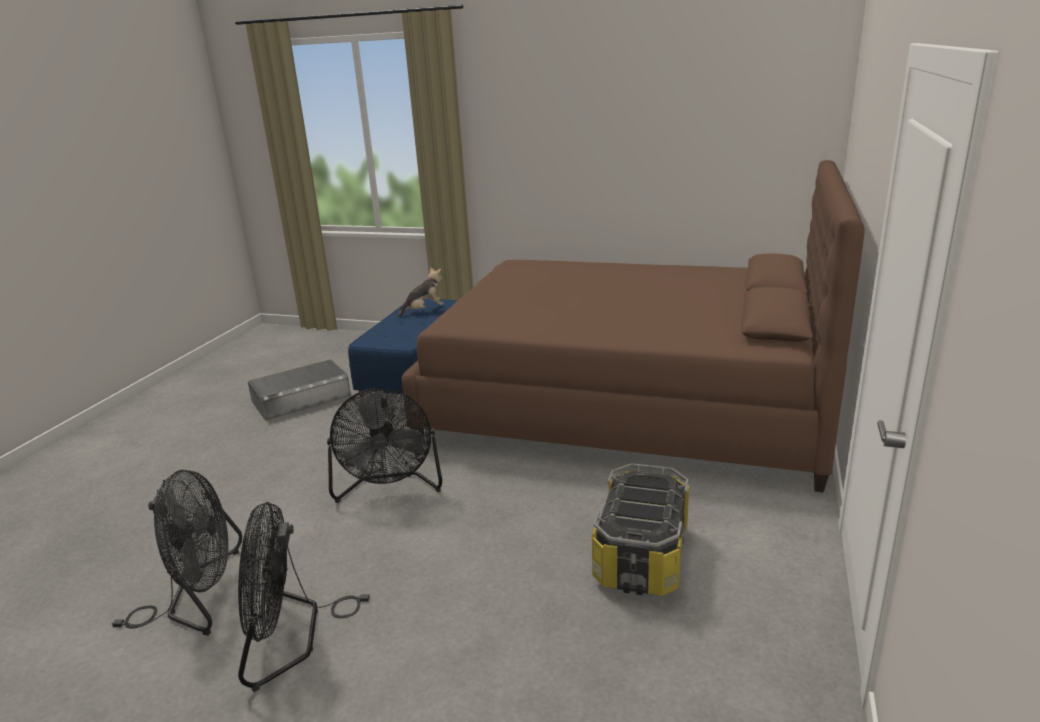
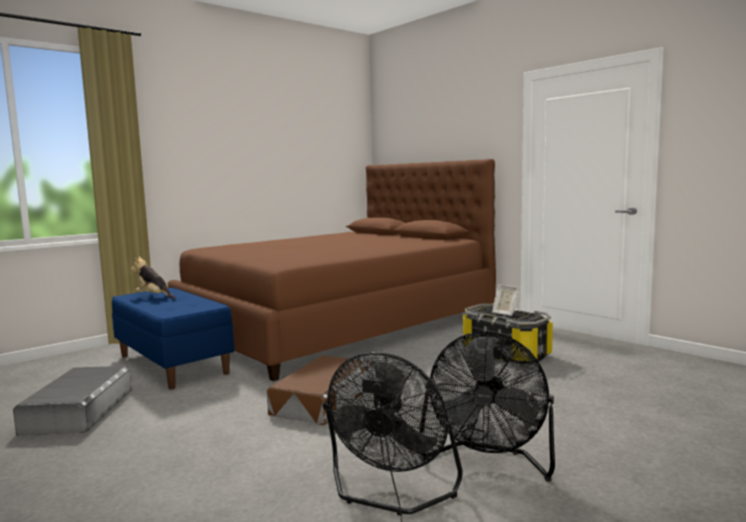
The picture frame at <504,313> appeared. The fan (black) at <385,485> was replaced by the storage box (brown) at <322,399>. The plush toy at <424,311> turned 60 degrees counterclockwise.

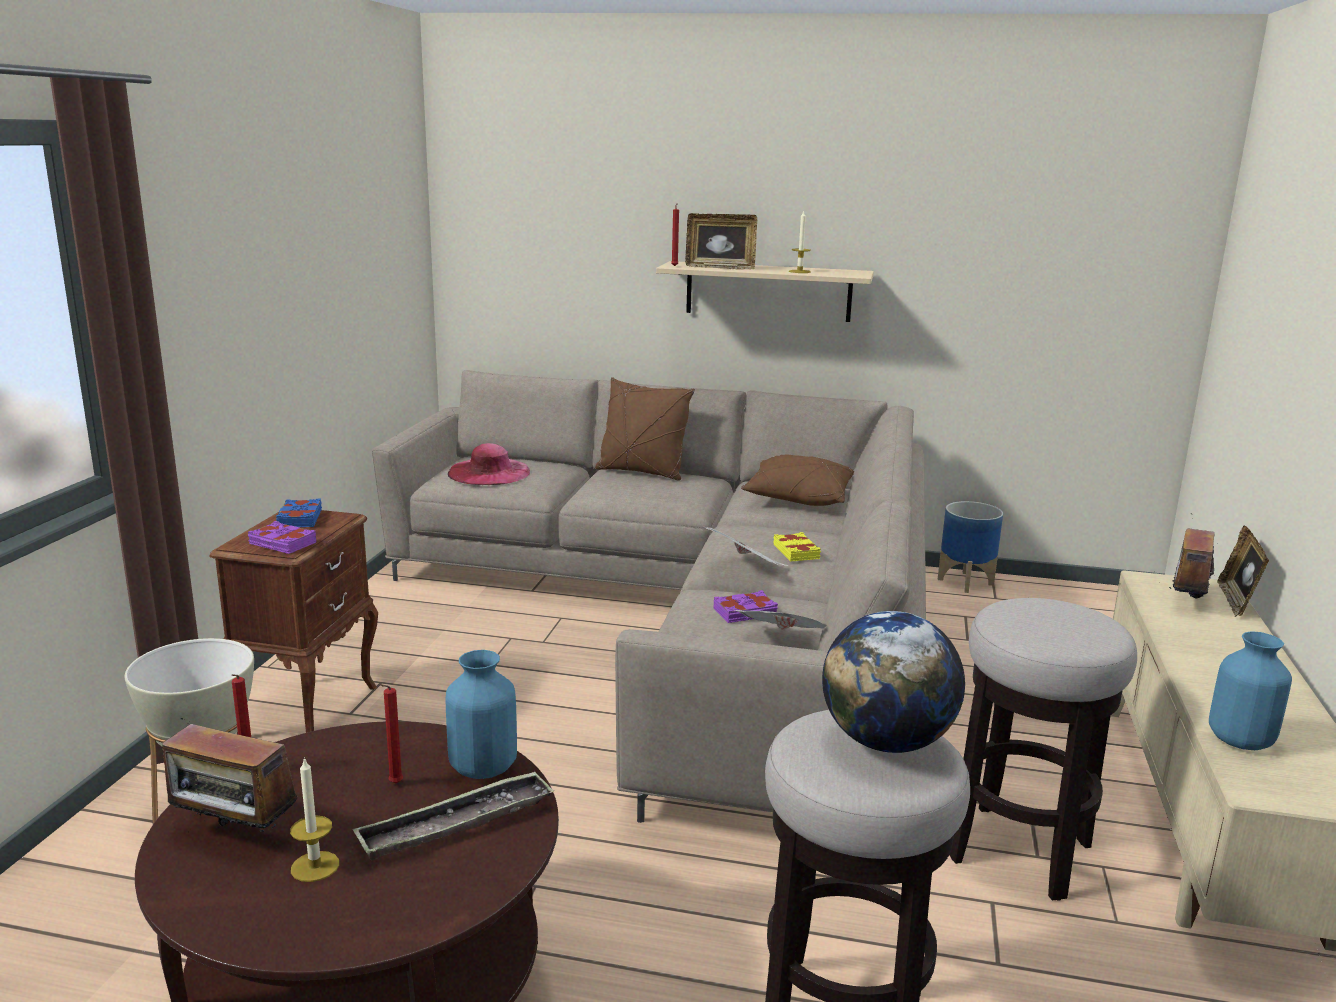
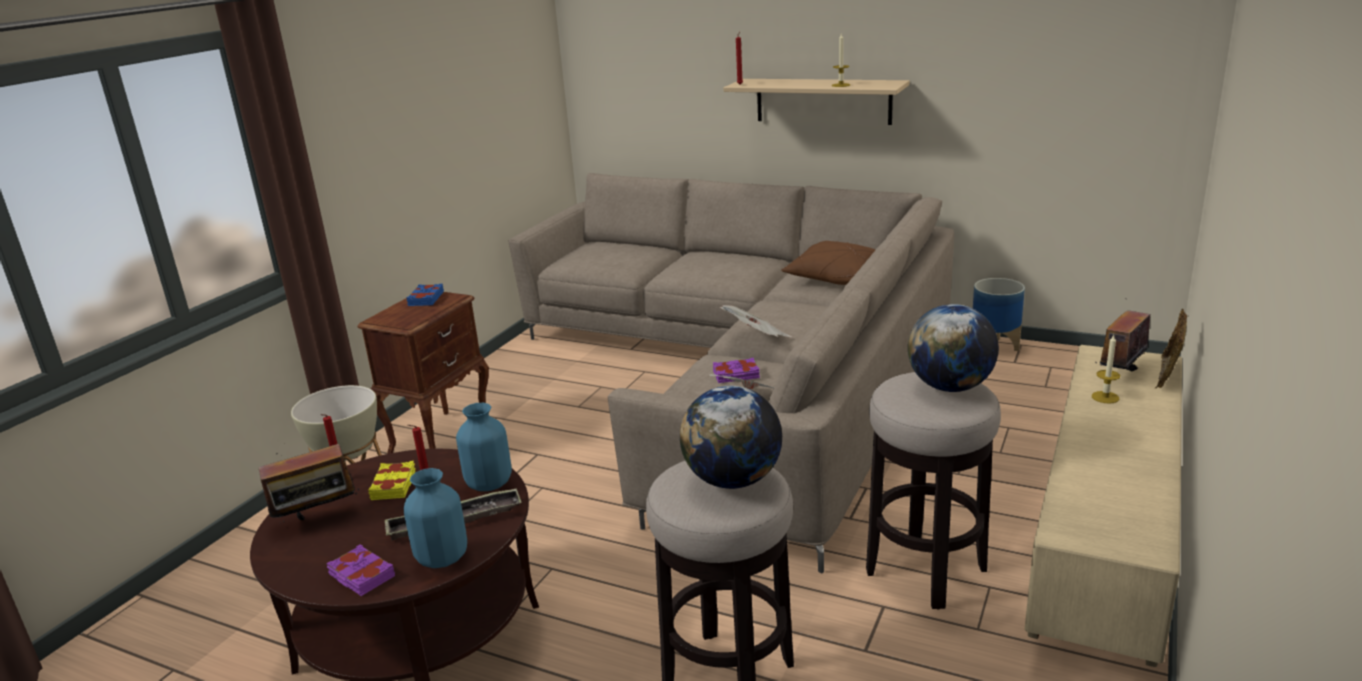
The hat (pink) at <489,472> disappeared. The pillow (brown) at <642,472> disappeared. The picture frame at <720,267> disappeared. The globe at <950,387> appeared. The book (purple) moved from <282,543> to <361,576>. The candle moved from <315,866> to <1105,397>. The book (yellow) moved from <797,552> to <394,485>. The vase (blue) moved from <1241,741> to <443,558>. The radio at <234,835> turned 60 degrees counterclockwise.

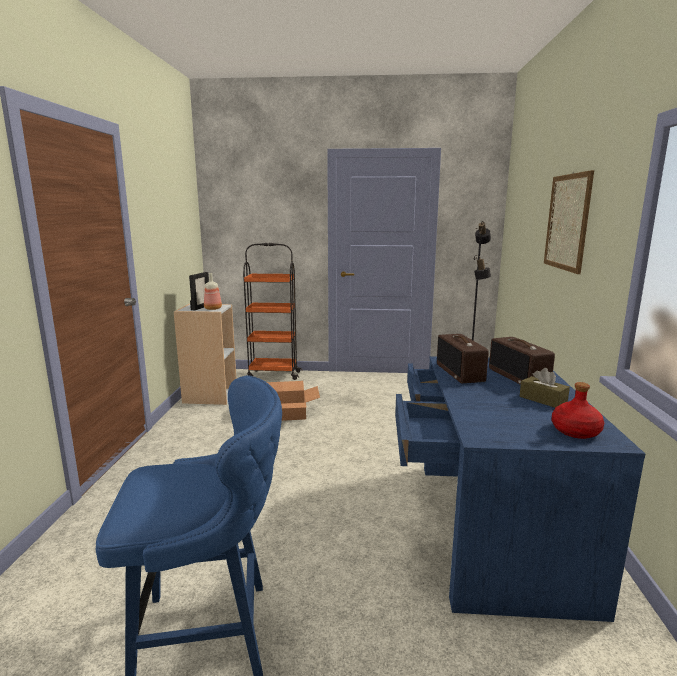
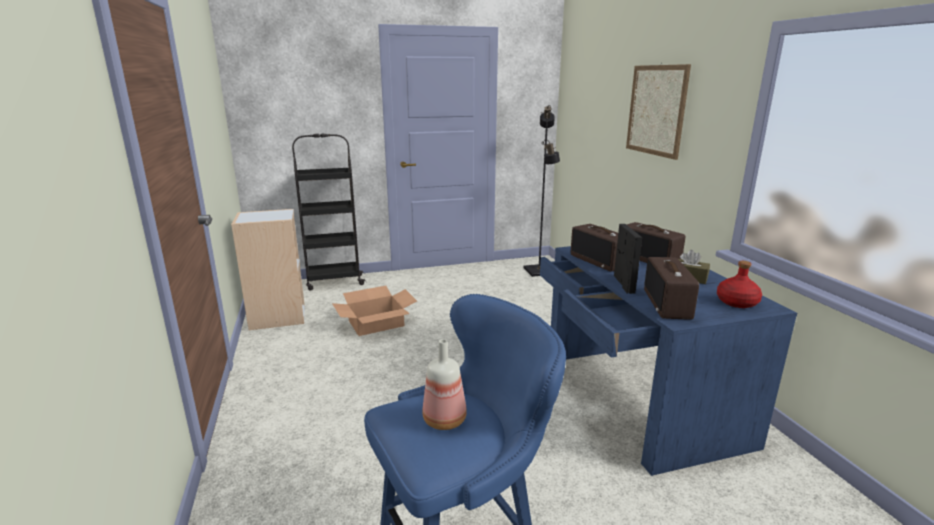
The radio at <668,304> appeared. The picture frame moved from <200,307> to <623,284>. The bottle moved from <213,308> to <445,419>. The cart (orange) at <274,375> became the cart (black) at <335,282>.

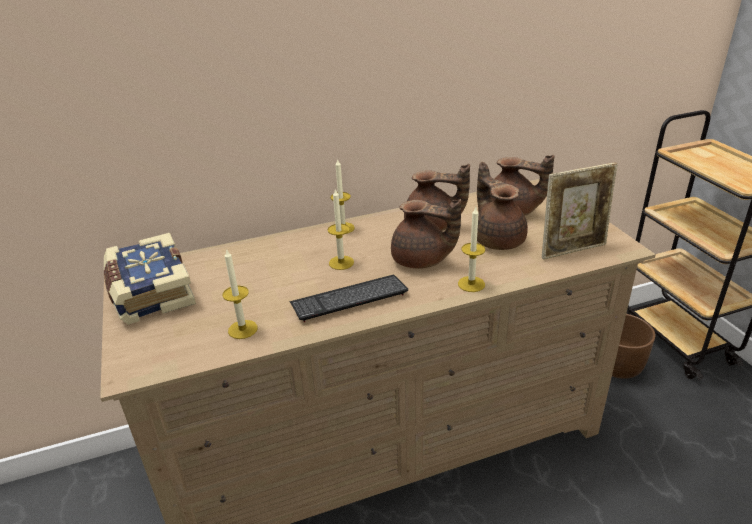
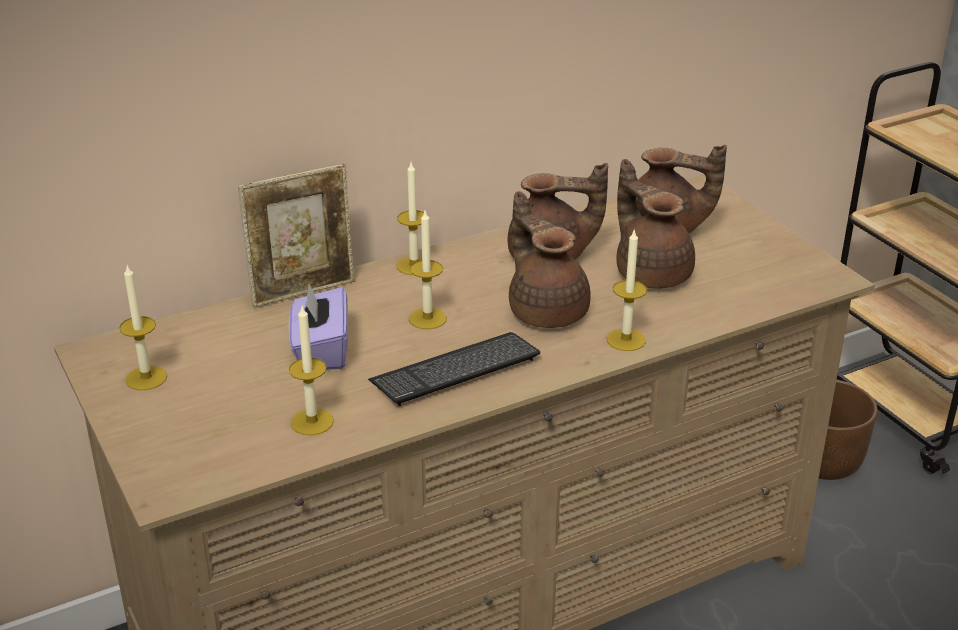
The tissue box (purple) at <321,351> appeared. The picture frame moved from <572,250> to <303,291>. The book at <150,292> was replaced by the candle at <146,378>. The teapot (brown) at <421,261> turned 135 degrees counterclockwise.

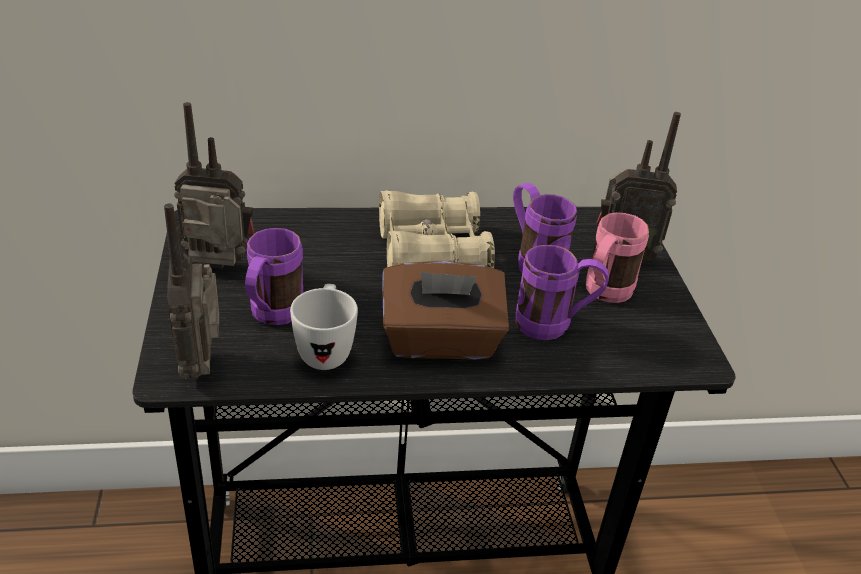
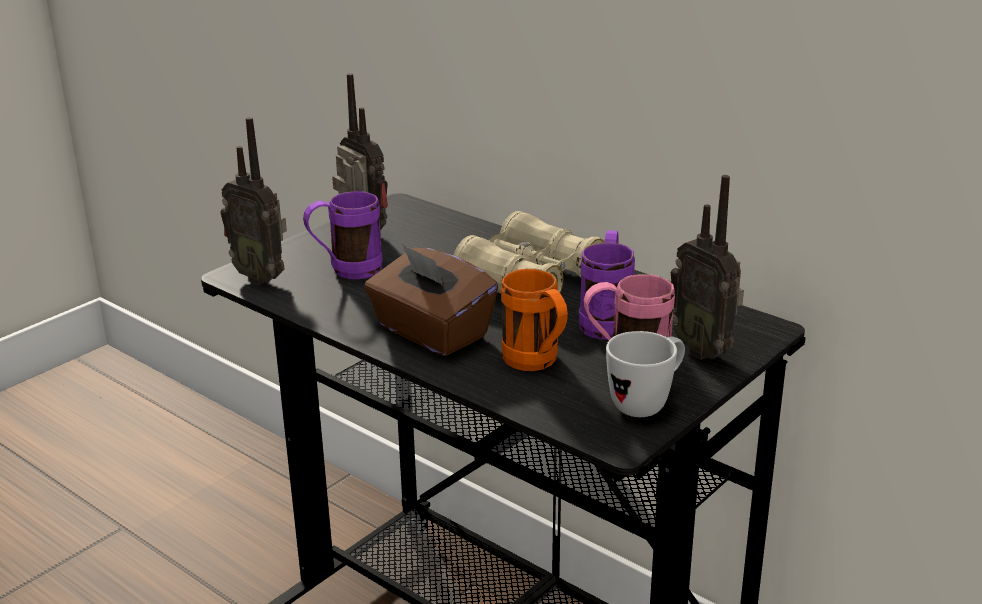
The mug (white) moved from <325,350> to <647,403>. The mug (purple) at <554,327> became the mug (orange) at <537,364>. The radio at <202,364> turned 90 degrees counterclockwise.

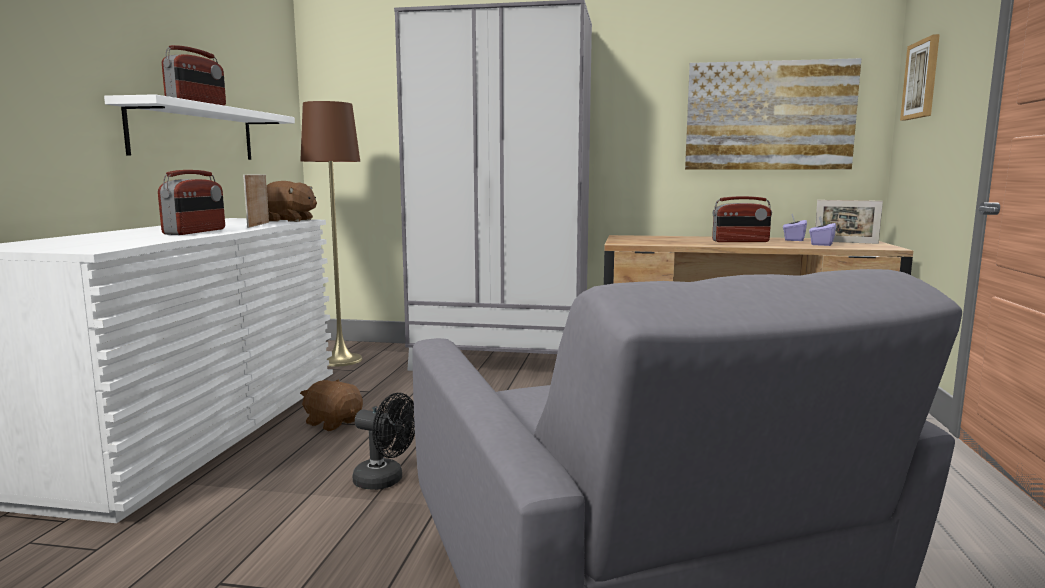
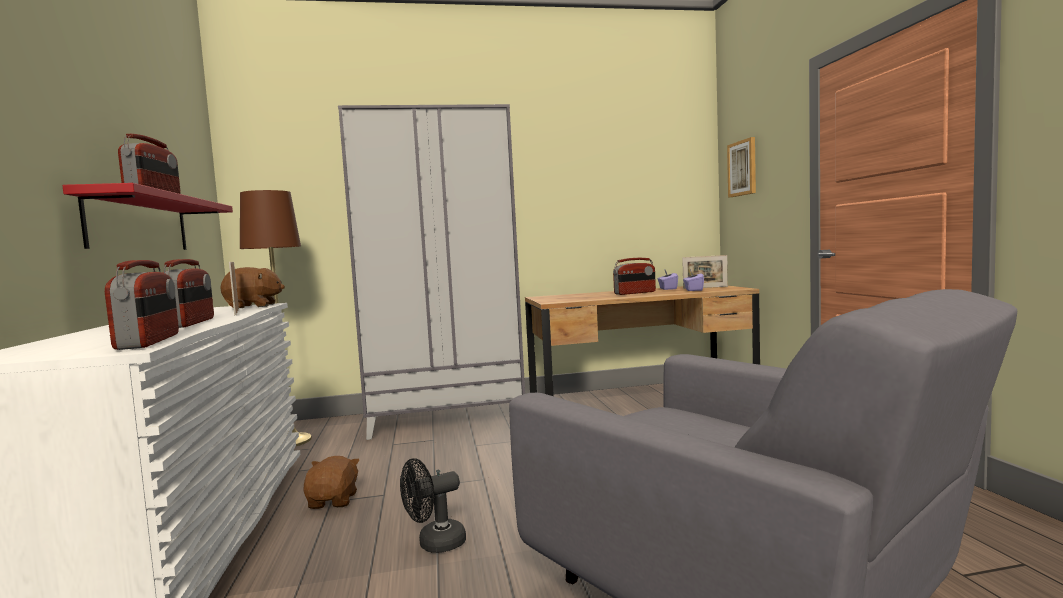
The picture at <769,116> disappeared. The radio at <149,342> appeared. The shelf (white) at <194,133> became the shelf (red) at <140,224>. The plush toy (brown) at <333,422> turned 75 degrees clockwise. The fan (black) at <385,481> turned 150 degrees clockwise.

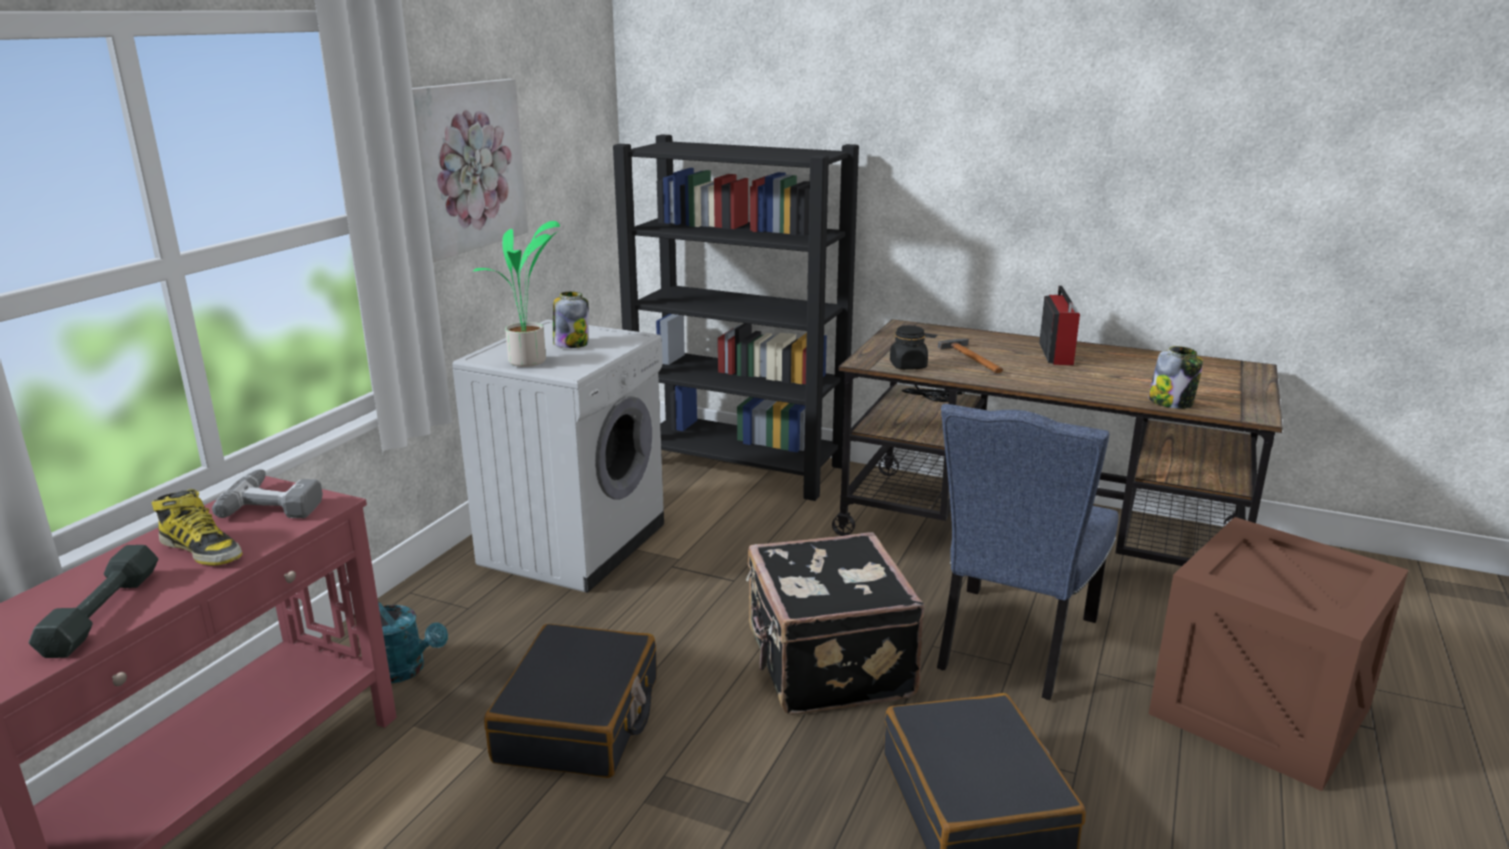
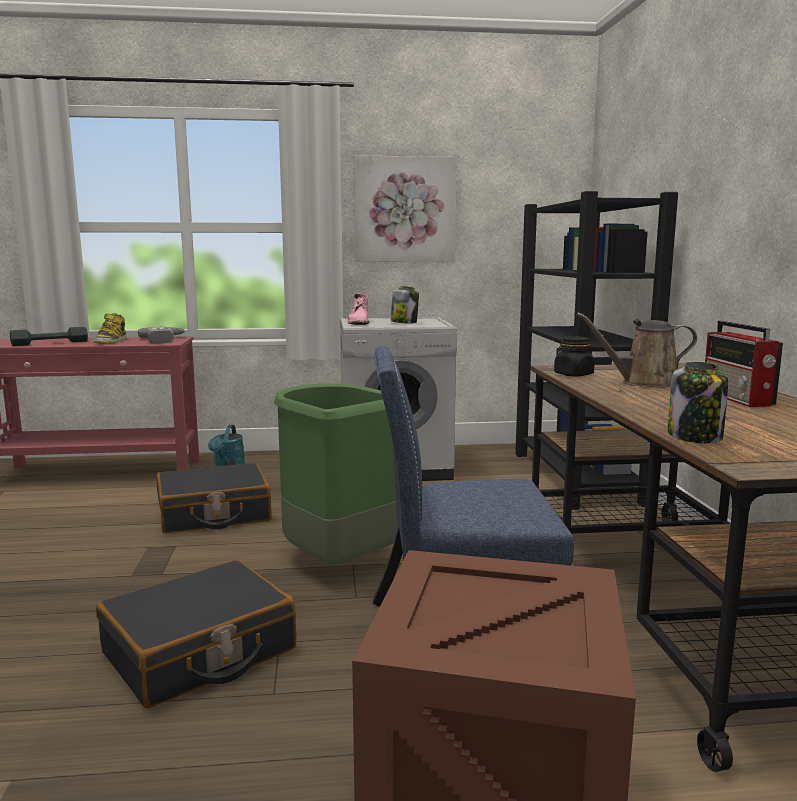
The potted plant at <529,362> was replaced by the boot (pink) at <359,322>. The suitcase (black) at <826,665> was replaced by the trash can (green) at <337,563>. The hammer at <971,357> was replaced by the watering can (brown) at <644,383>. The radio at <1056,353> turned 105 degrees clockwise.

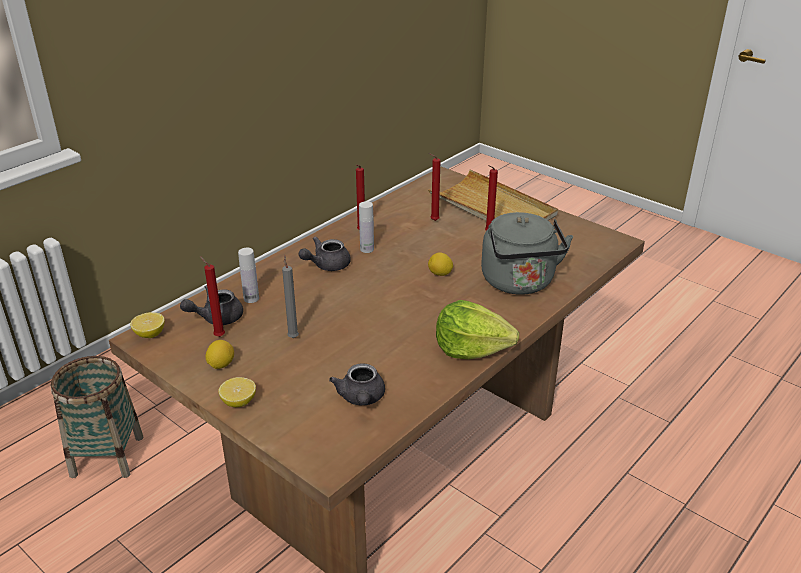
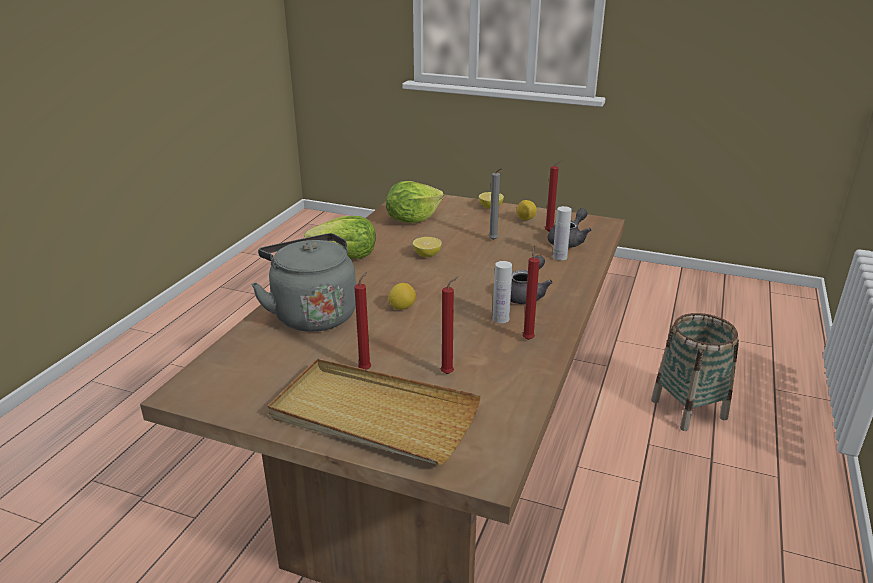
The lemon moved from <150,334> to <427,255>. The teapot (grey) at <361,399> was replaced by the lettuce at <412,220>.

